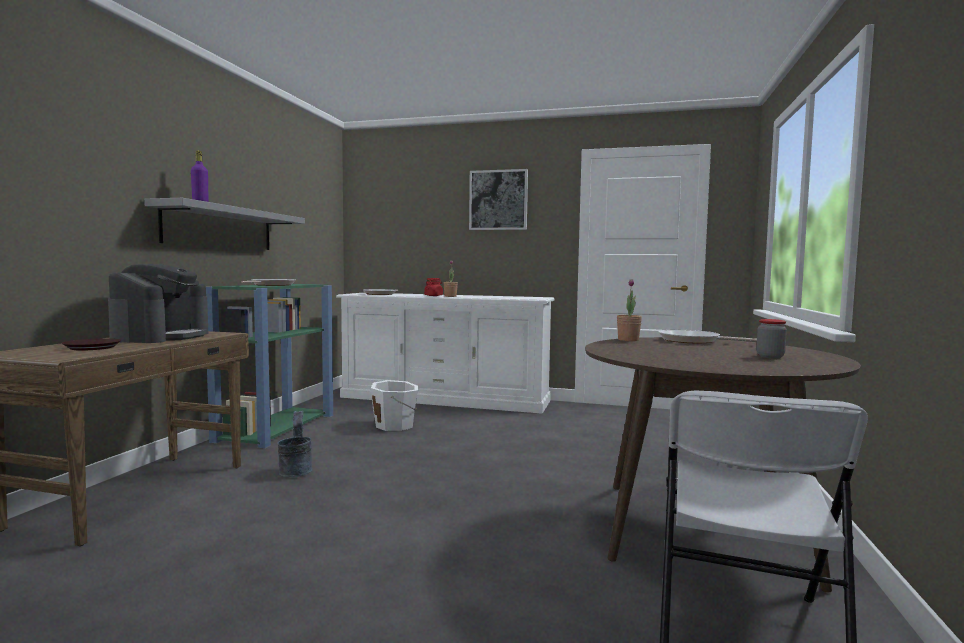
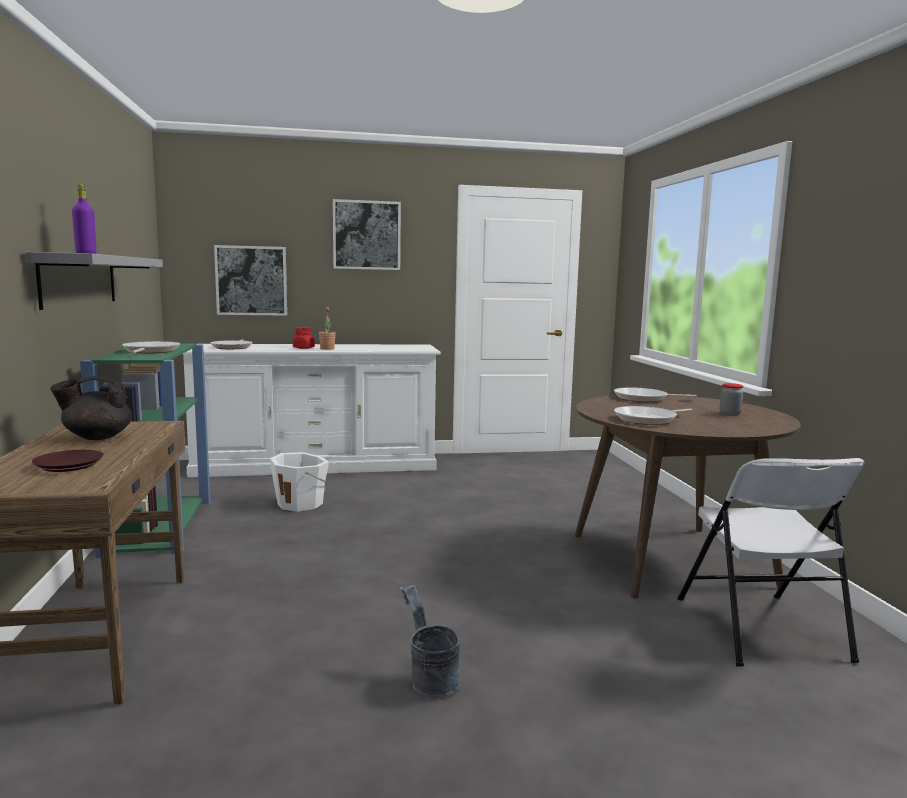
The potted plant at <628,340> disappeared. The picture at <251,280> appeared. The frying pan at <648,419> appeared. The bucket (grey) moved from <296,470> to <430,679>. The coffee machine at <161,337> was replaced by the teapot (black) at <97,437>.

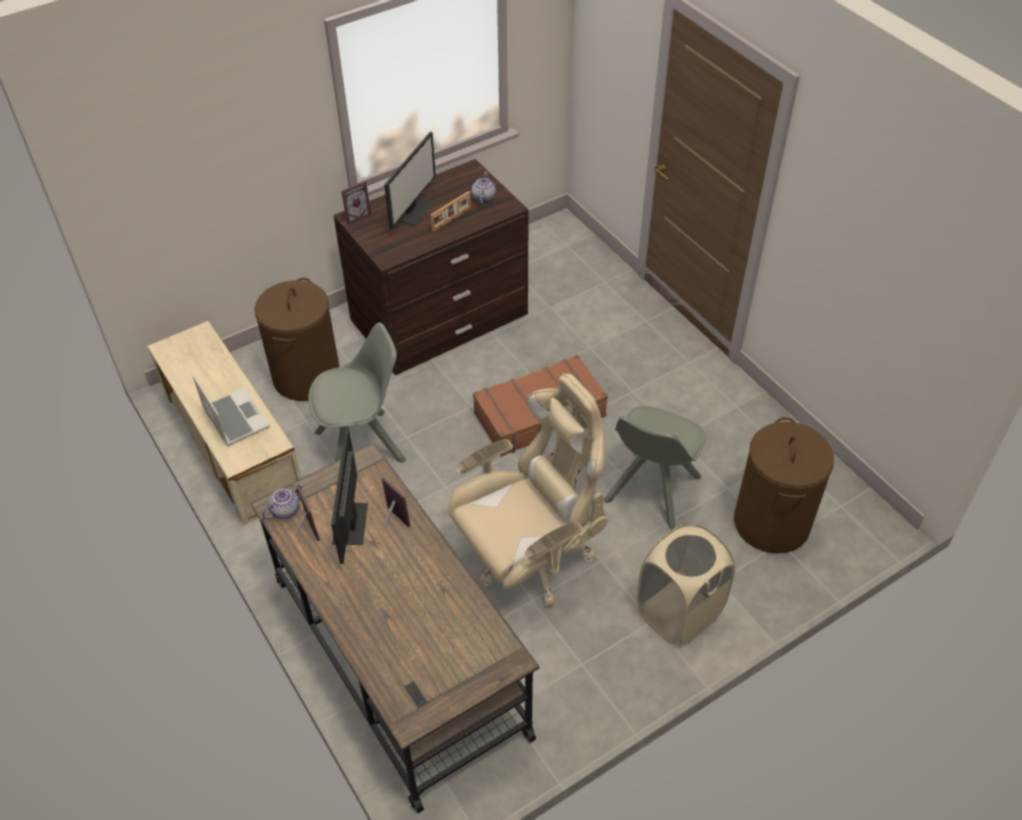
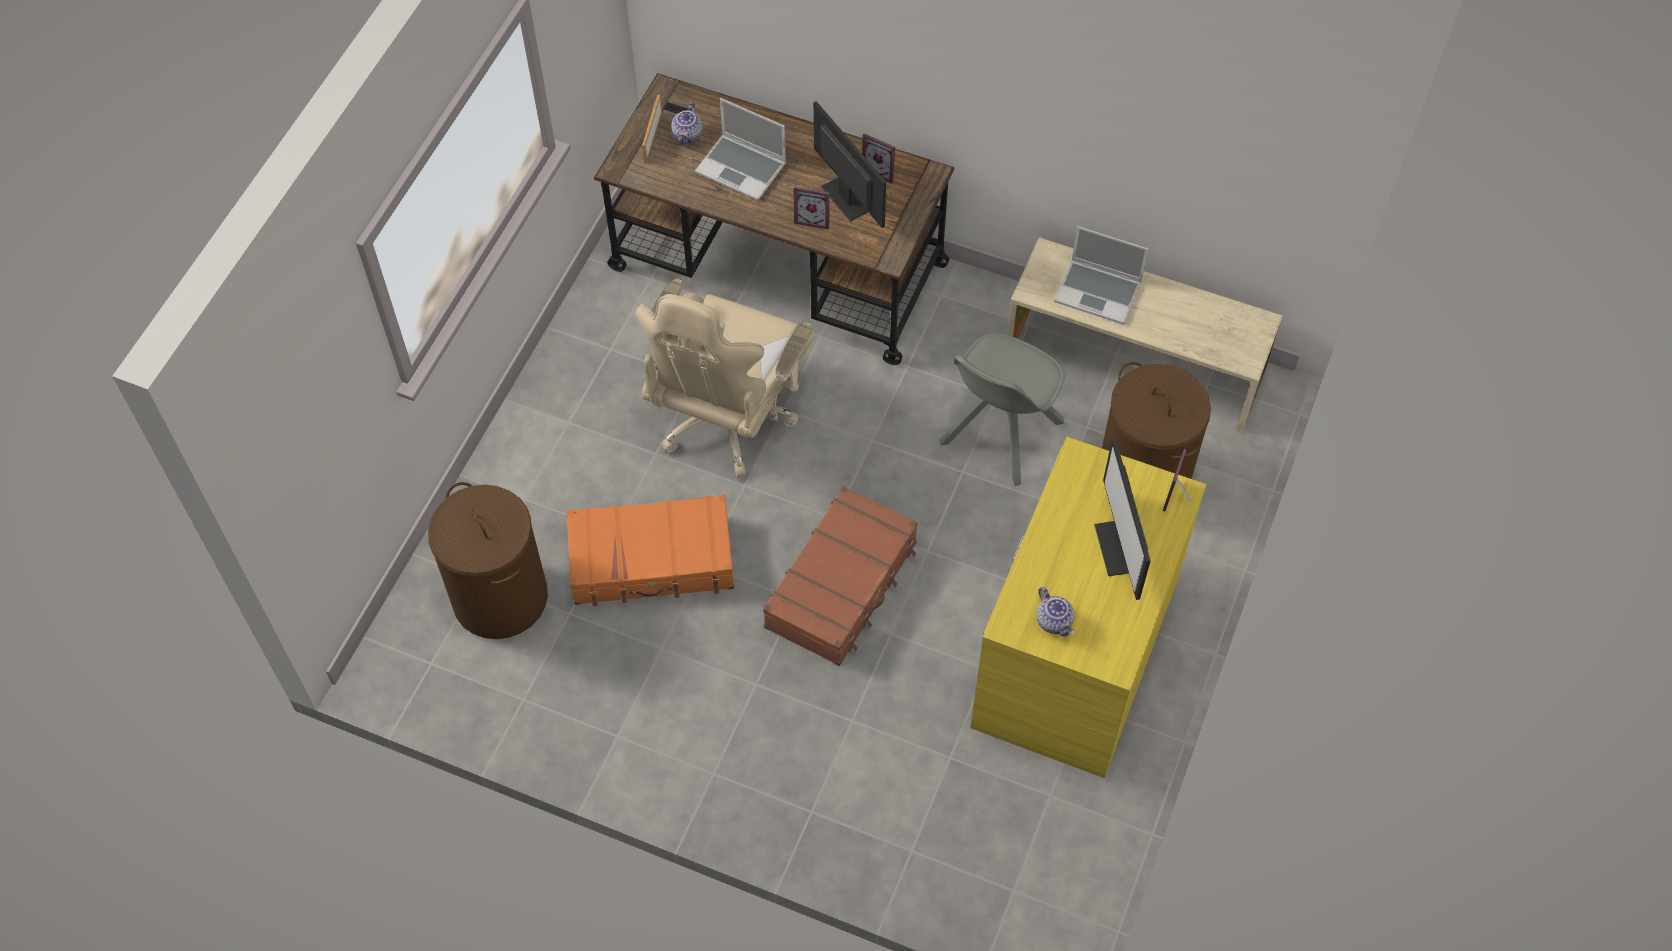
The laundry basket (beige) at <678,612> disappeared. The laptop at <742,168> appeared. The teapot moved from <285,510> to <688,135>. The picture frame moved from <452,220> to <652,137>. The chair (grey) at <651,491> was replaced by the suitcase (orange) at <652,561>. The dresser (brown) at <439,316> became the dresser (yellow) at <1074,655>.

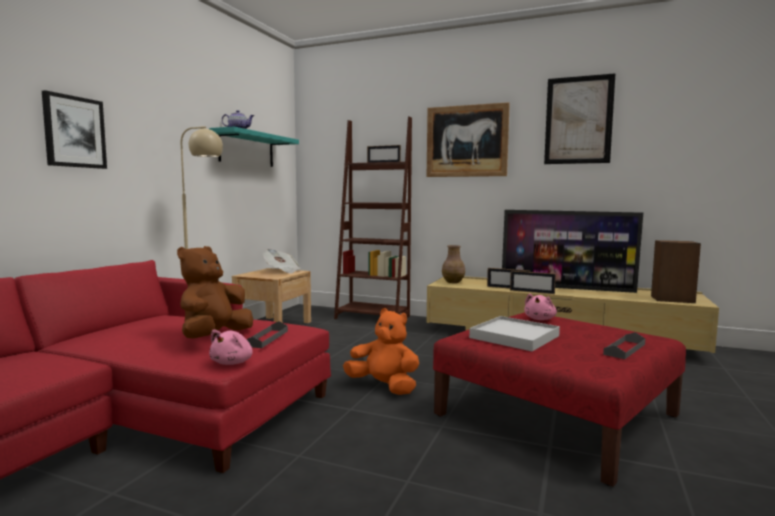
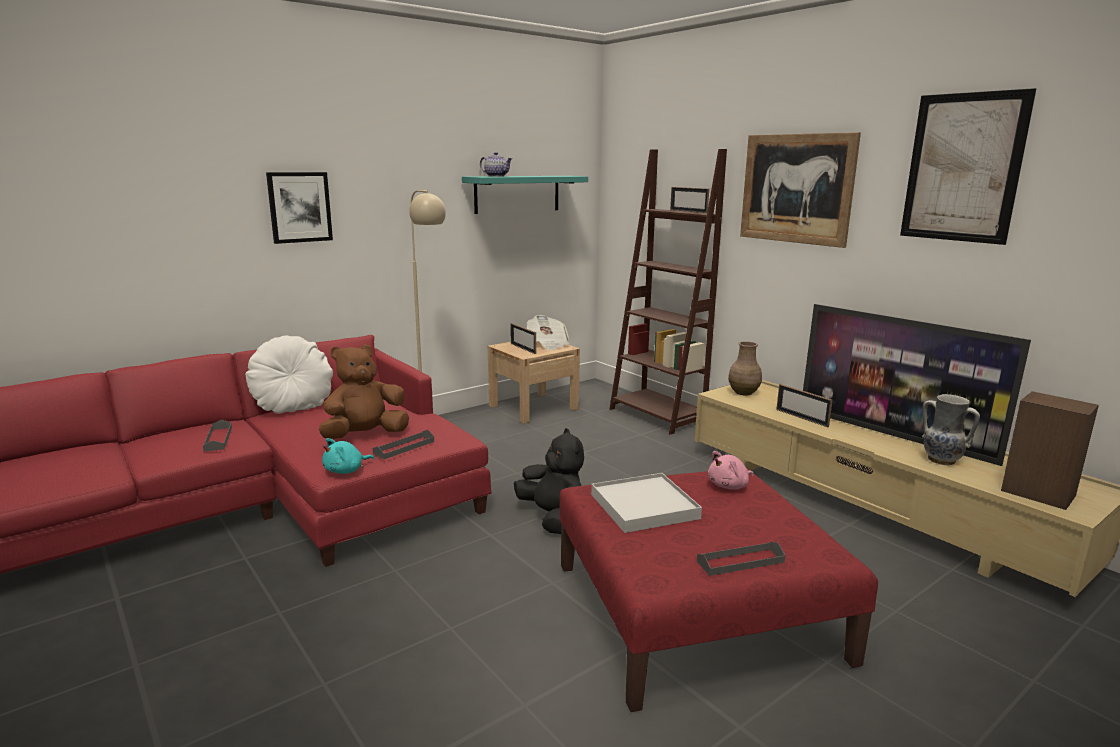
The tray (grey) at <218,439> appeared. The pillow (white) at <294,409> appeared. The vase at <941,460> appeared. The picture frame moved from <532,292> to <523,348>. The plush toy (pink) at <233,362> became the plush toy (turquoise) at <346,470>. The plush toy (orange) at <384,387> became the plush toy (black) at <553,518>.

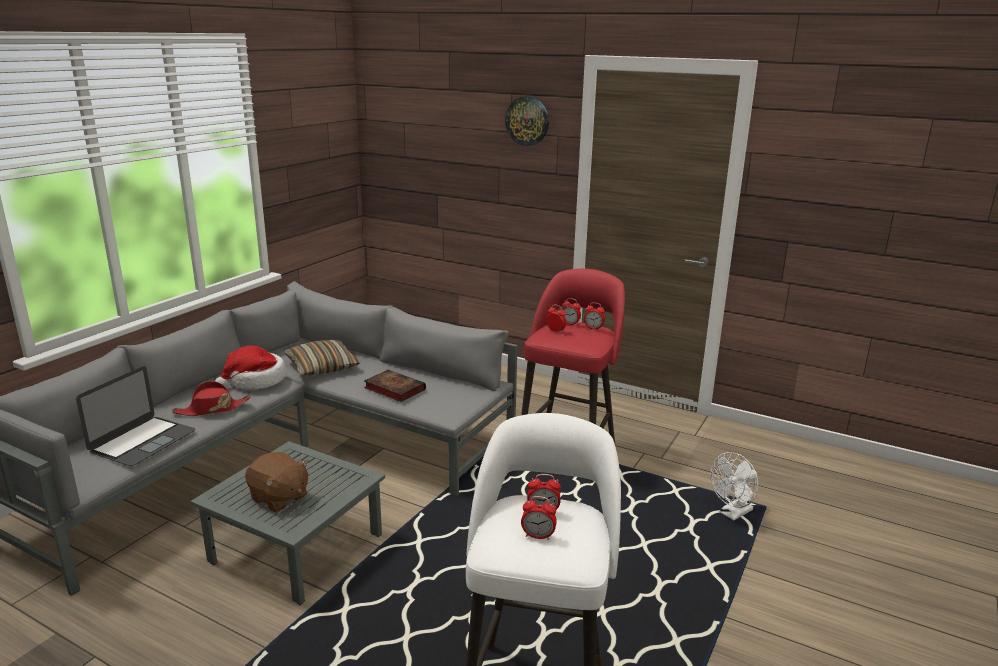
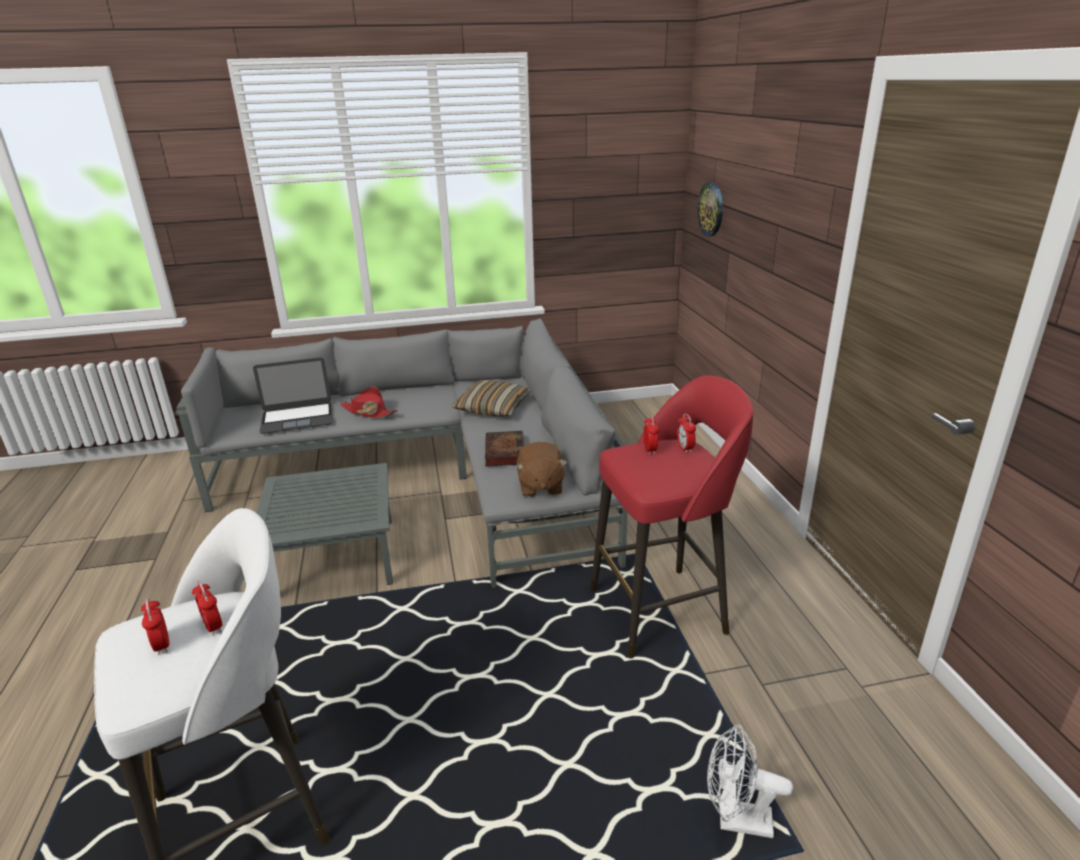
The hat at <255,380> disappeared. The alarm clock at <593,328> disappeared. The plush toy (brown) moved from <279,498> to <540,486>. The wall clock moved from <527,121> to <711,209>.

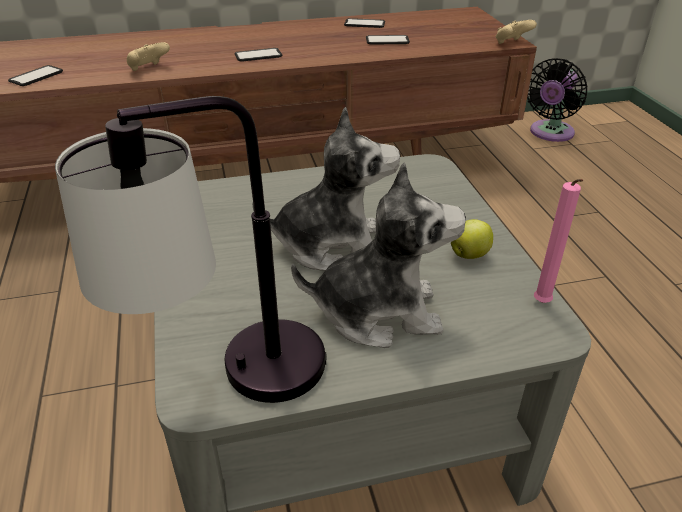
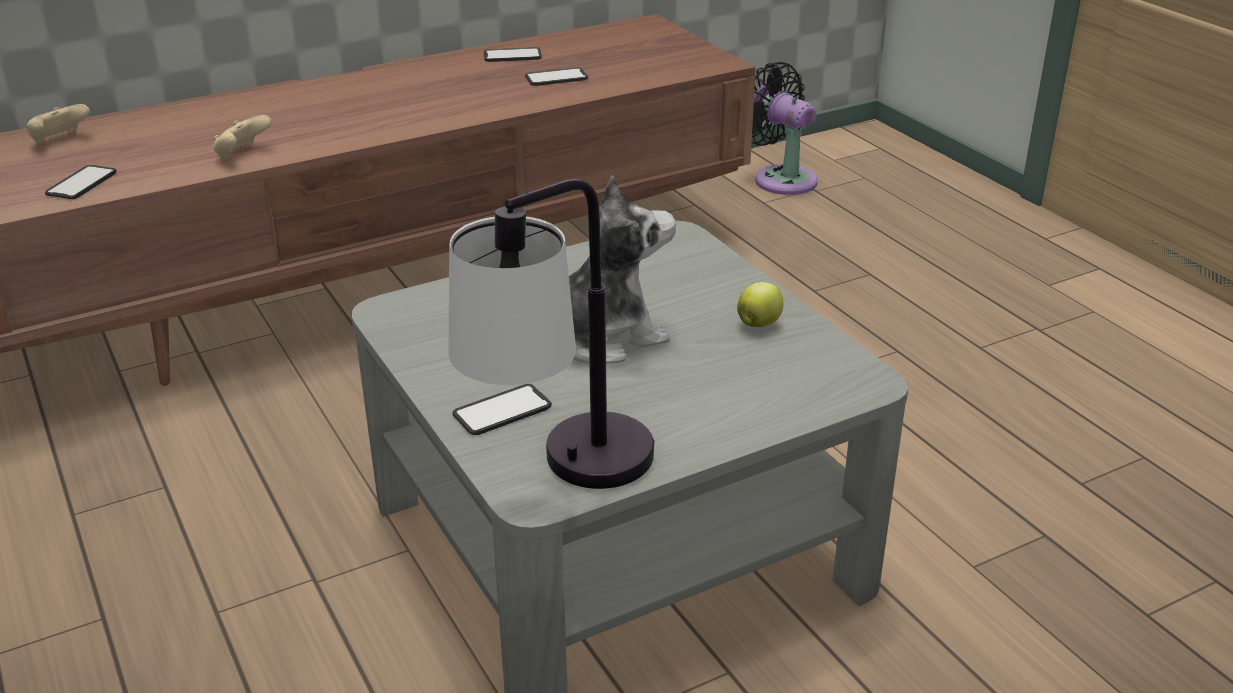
The plush toy at <379,312> disappeared. The candle (pink) at <542,304> disappeared. The phone moved from <258,55> to <502,411>. The game controller (beige) moved from <511,43> to <60,141>. The fan (black) at <549,133> turned 120 degrees clockwise.

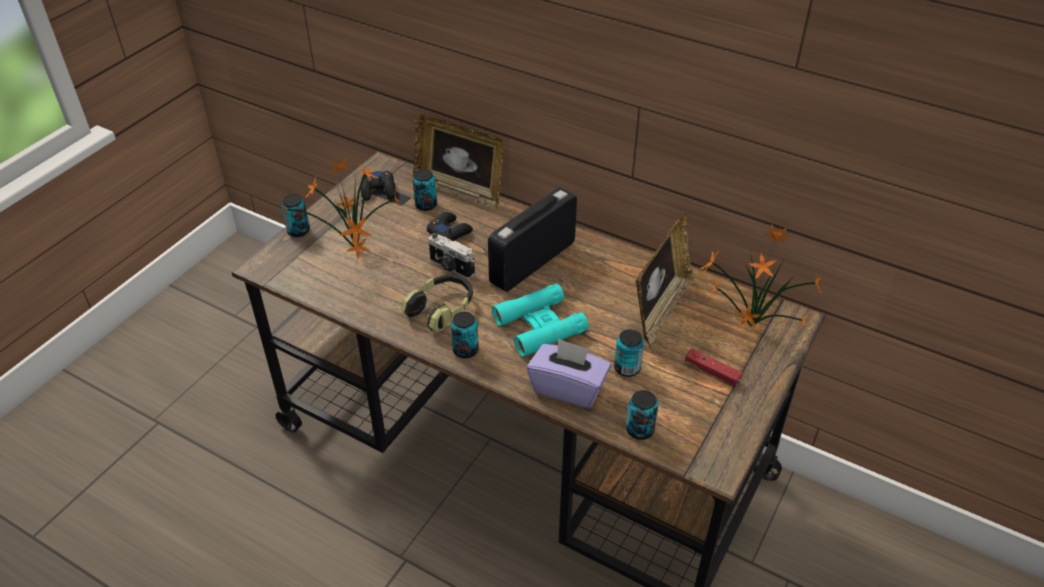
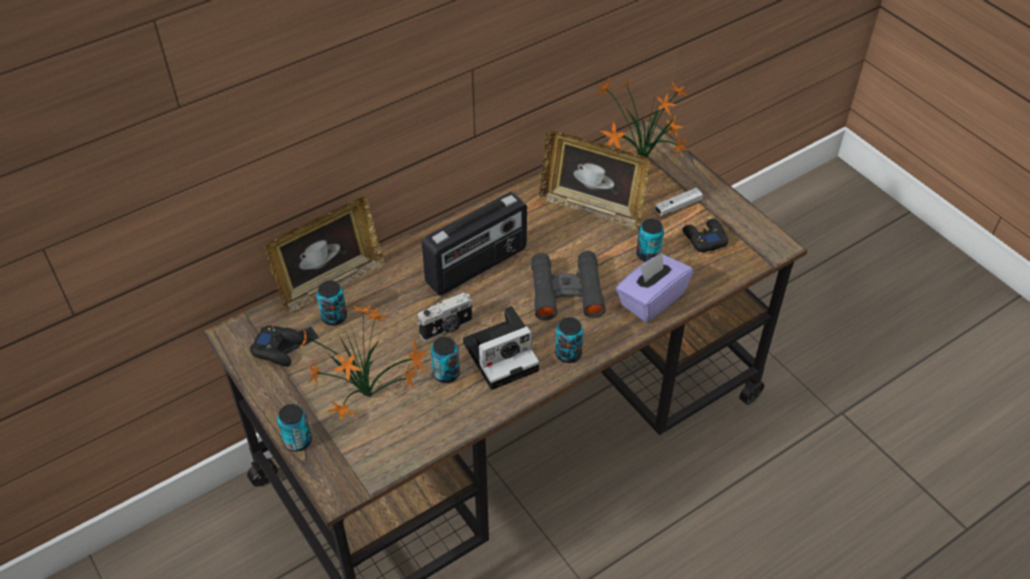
The game controller (black) moved from <449,232> to <704,239>. The can moved from <639,430> to <446,373>. The headphones at <441,309> was replaced by the photo camera at <503,355>. The binoculars (turquoise) at <540,326> became the binoculars (black) at <566,291>. The game controller (red) at <712,372> became the game controller (white) at <678,206>. The radio at <532,262> turned 105 degrees counterclockwise. The picture frame at <660,310> turned 150 degrees clockwise.

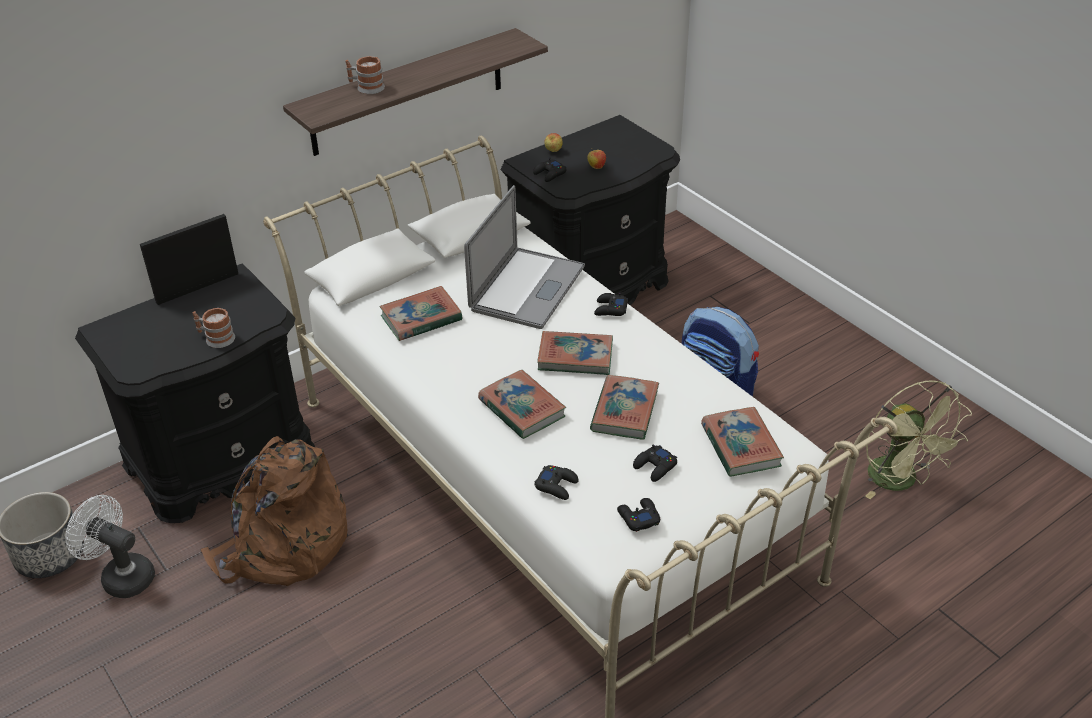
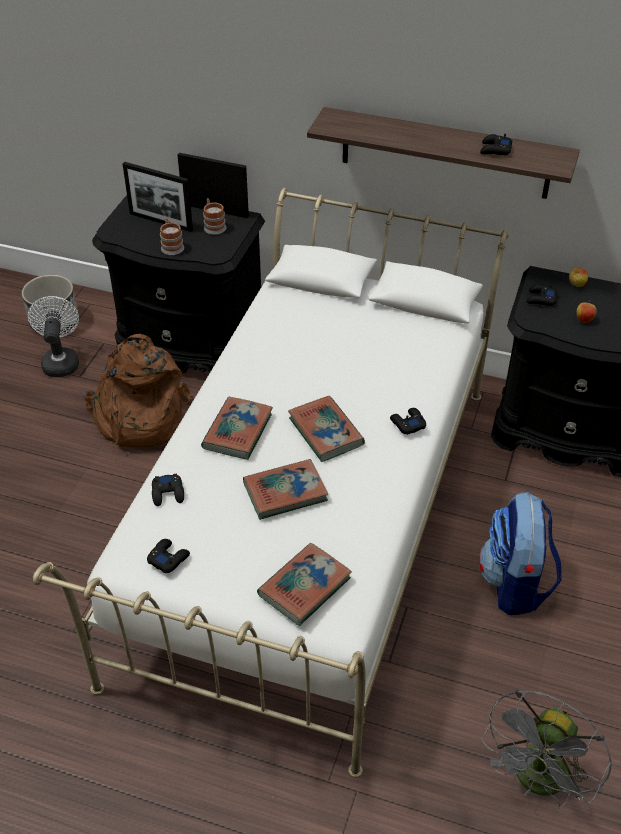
The book at <421,318> disappeared. The laptop at <527,288> disappeared. The picture frame at <161,221> appeared. The mug moved from <366,87> to <213,226>. The game controller (black) moved from <655,467> to <495,150>. The fan (green) at <900,481> became the fan (grey) at <538,782>.

